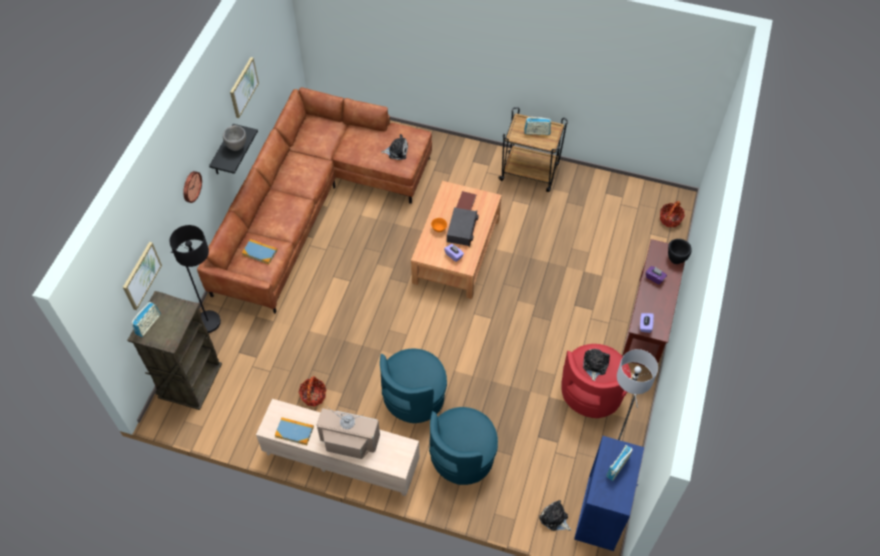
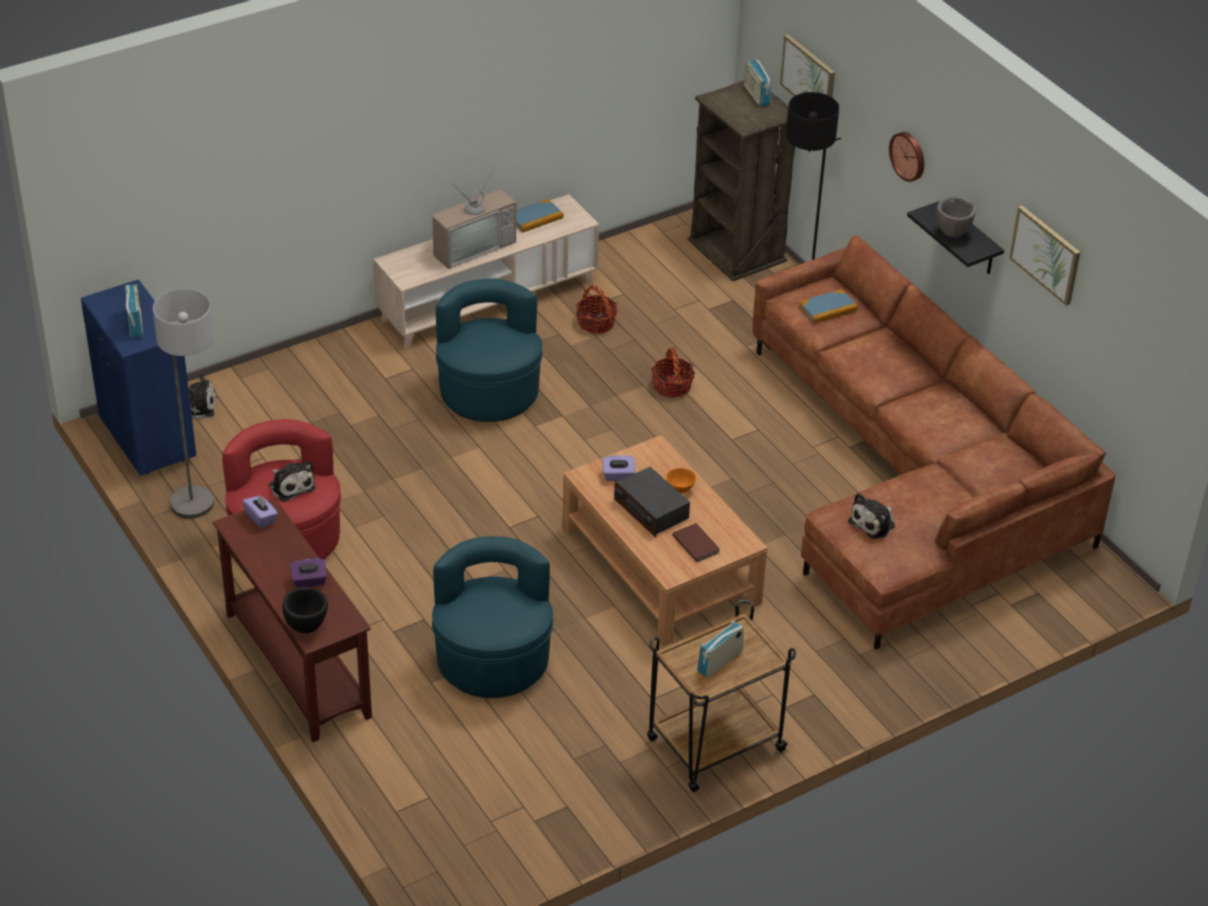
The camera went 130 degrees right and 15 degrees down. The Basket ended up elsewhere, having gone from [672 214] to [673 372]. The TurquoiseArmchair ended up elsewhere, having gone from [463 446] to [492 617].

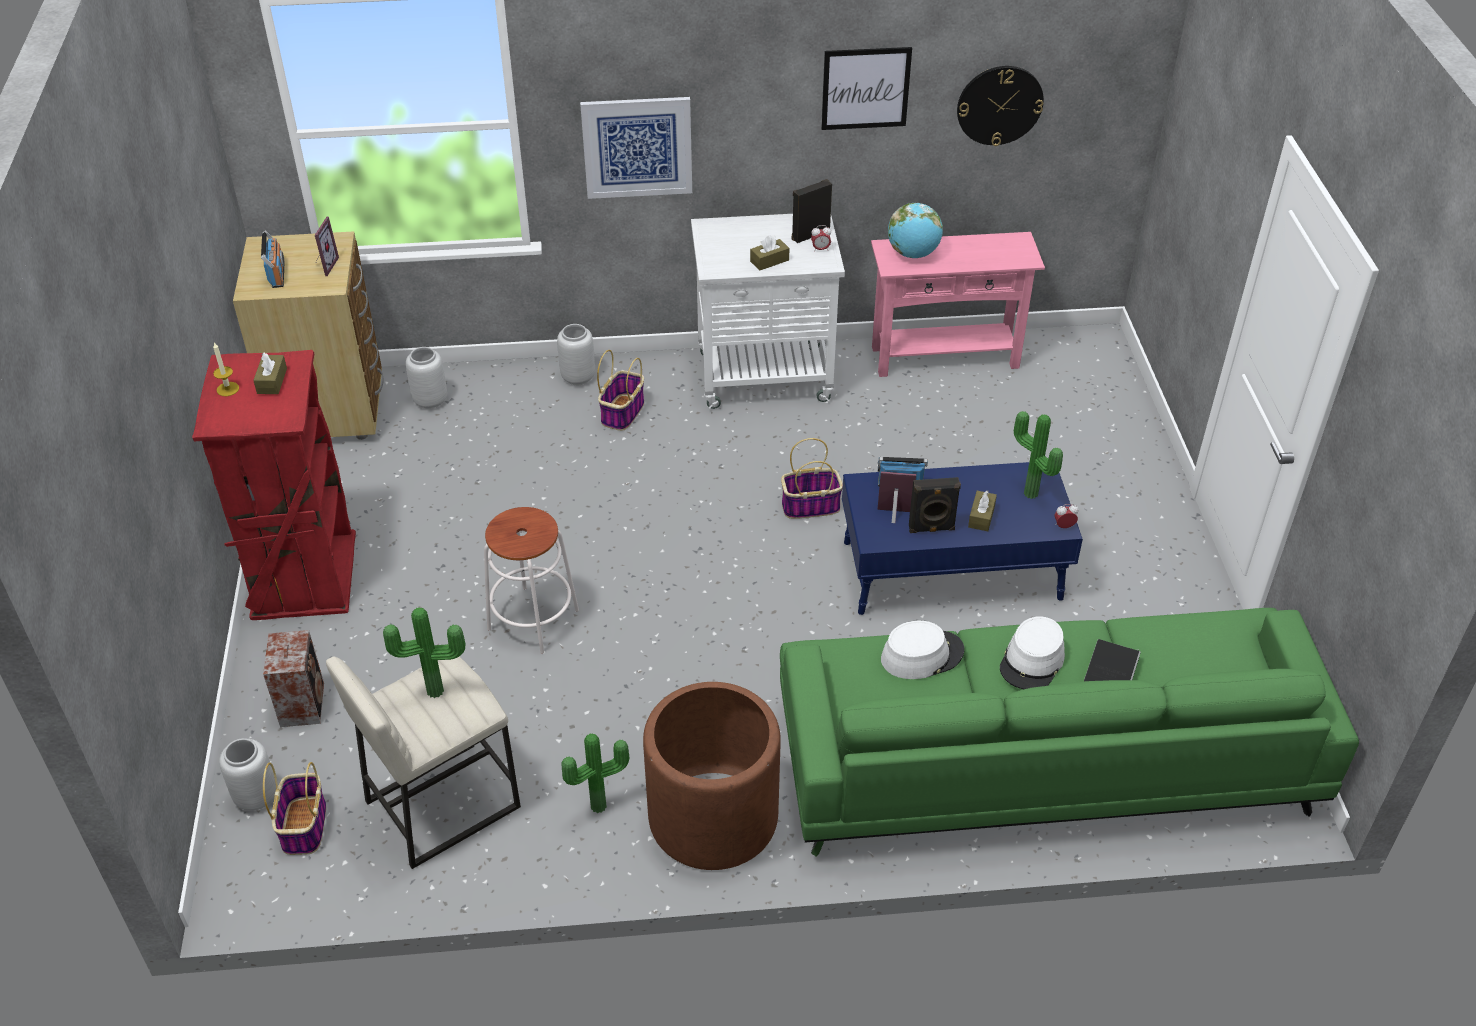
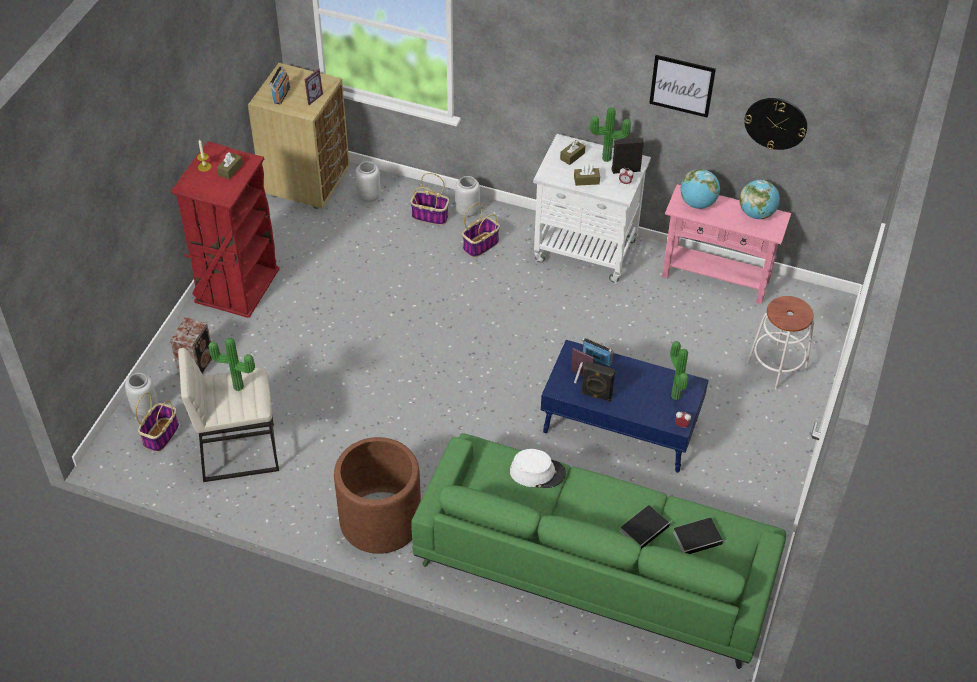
The camera went 25 degrees right and 5 degrees up. The second view lost the WallPicture at [636 148]. The Basket ended up elsewhere, having gone from [812 478] to [429 199]. The BrownBoxOfTissues ended up elsewhere, having gone from [982 511] to [572 152]. The WhiteStoolSeat ended up elsewhere, having gone from [531 580] to [780 343]. The second view lost the WhiteClothingHat at [1032 652]. The Houseplant ended up elsewhere, having gone from [595 773] to [610 134]. The second view gained the DeskGlobe at [760 199]. The second view gained the Book at [700 535].

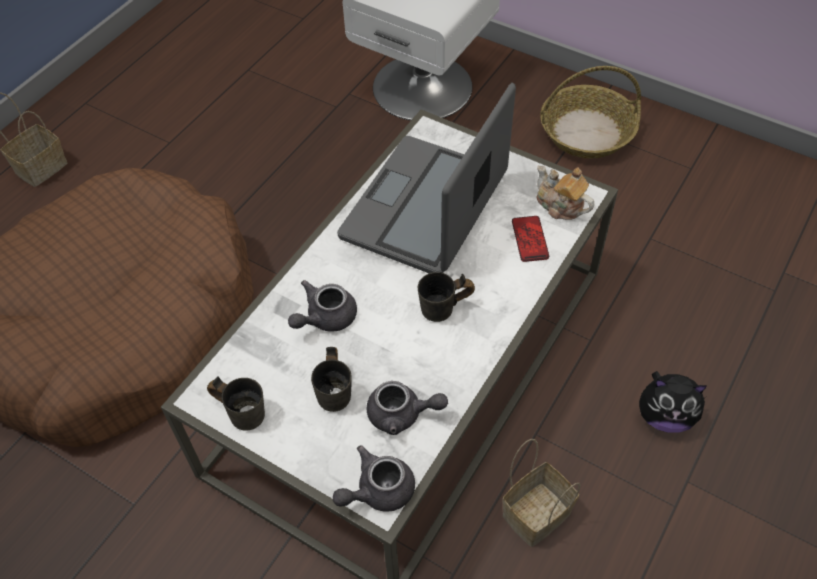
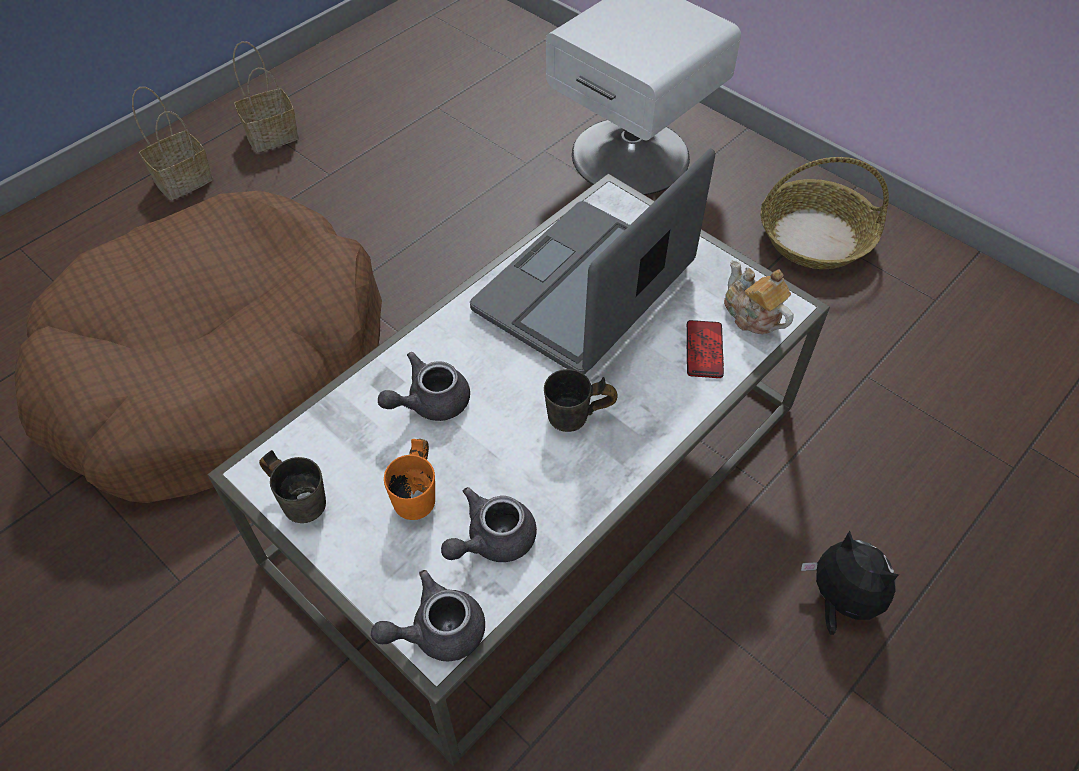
The camera went 10 degrees right and 0 degrees up. What was the GreyMug at [331 379] turned into the OrangeyMug at [409 479]. The PlushToy at [673 402] ended up facing another way, 150 degrees counterclockwise from before. The GreyTeapot at [407 408] ended up facing another way, 120 degrees clockwise from before. The Basket ended up elsewhere, having gone from [541 493] to [266 97].

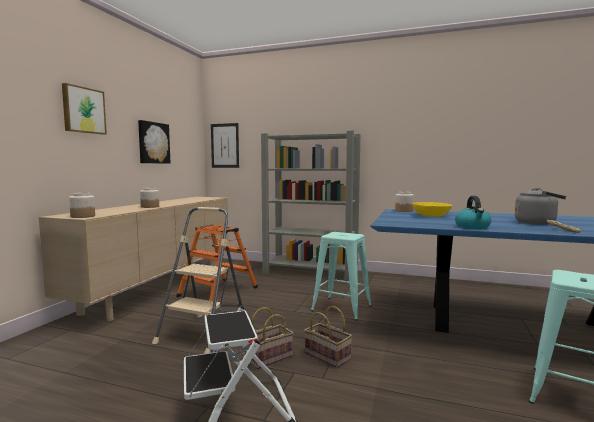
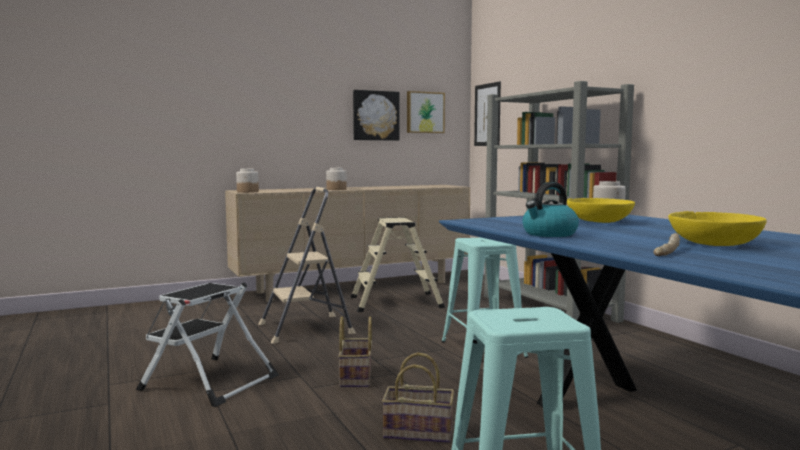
The camera went 45 degrees right and 0 degrees up. The WallPicture ended up elsewhere, having gone from [84 109] to [426 112]. Where the GreyKettle stood at [540 206], the YellowColouredBowl came to stand at [717 228]. What was the OrangeyStepLadder at [217 263] turned into the BeigeColouredStepLadder at [397 264]. The Basket ended up elsewhere, having gone from [269 338] to [418 397].

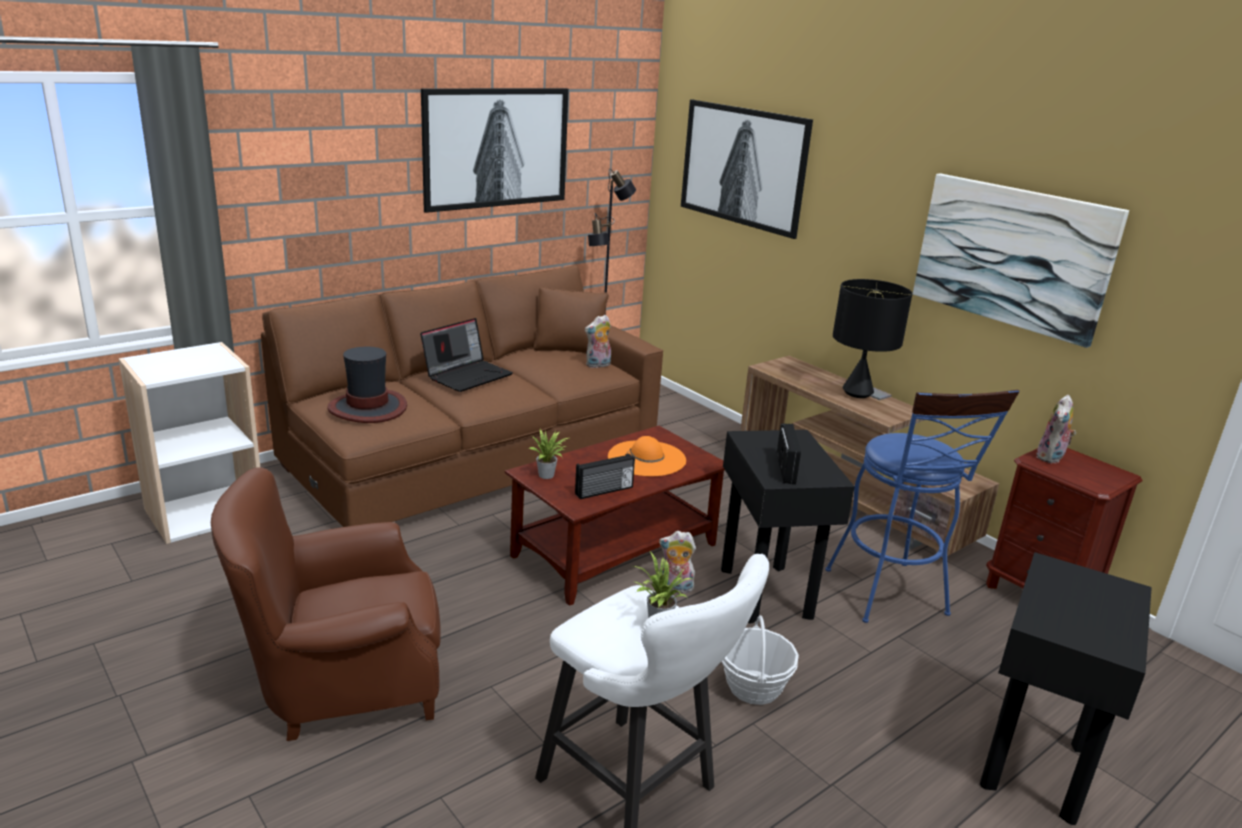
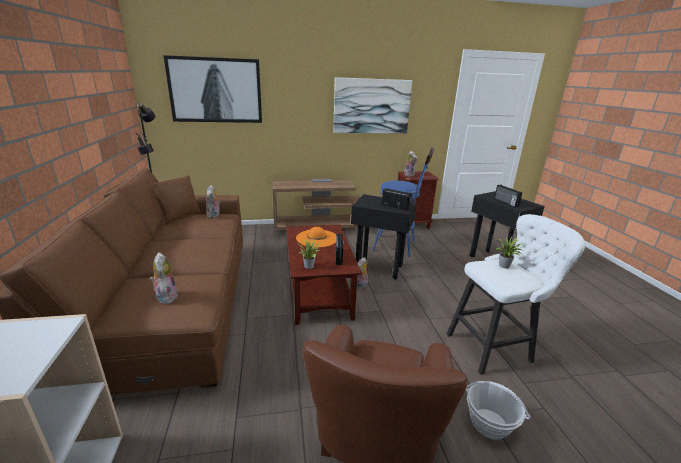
The camera went 60 degrees left and 0 degrees up. The second view lost the WallPicture at [495 150]. The second view lost the BlackColouredTabletopLamp at [872 338]. The second view lost the PortableComputer at [466 355]. Where the ClothingHat stood at [367 384], the PlushToy came to stand at [164 278]. The Basket ended up elsewhere, having gone from [760 660] to [498 410]. The second view gained the RadioReceiver at [508 196].

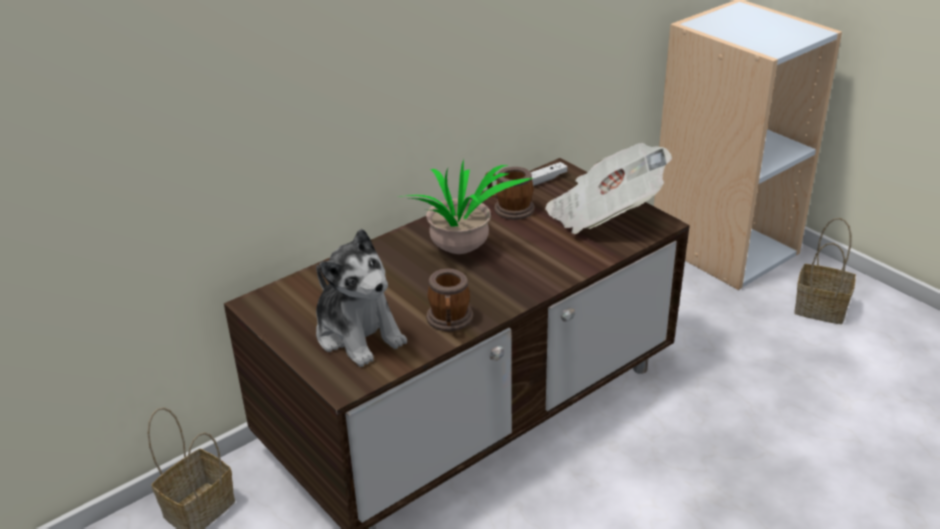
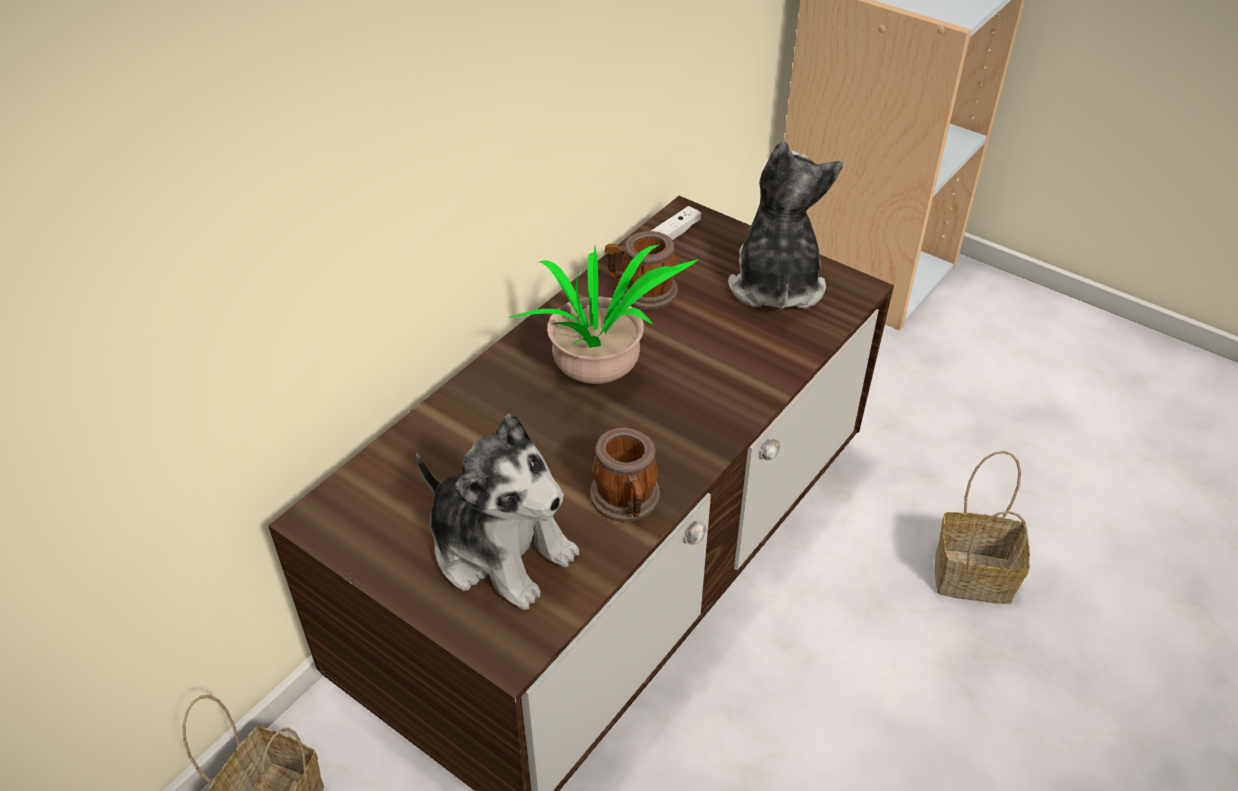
The camera went 15 degrees left and 10 degrees up. Where the PrintedPaper stood at [608 188], the PlushToy came to stand at [785 225]. The Basket ended up elsewhere, having gone from [825 271] to [982 527].

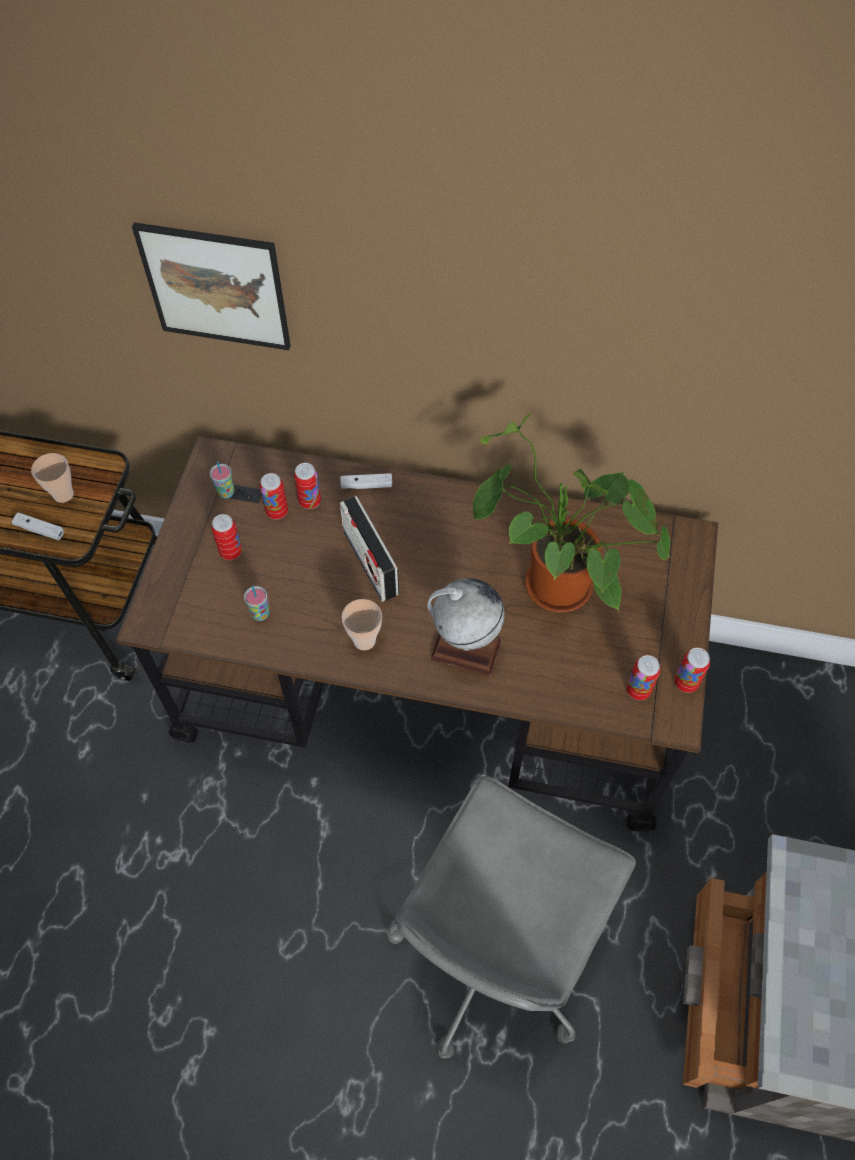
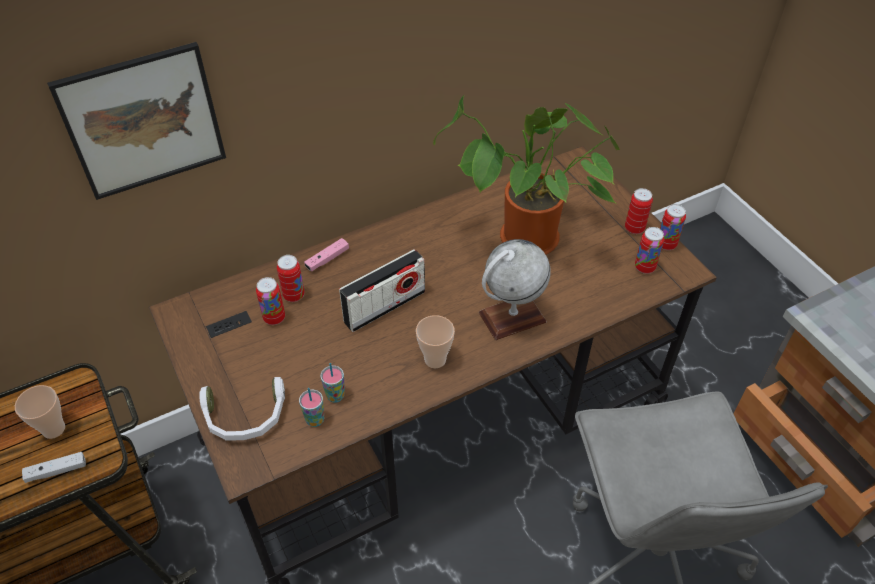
The camera went 40 degrees left and 10 degrees down. The SmallCup ended up elsewhere, having gone from [222 480] to [311 407]. What was the WhiteJoypad at [366 481] turned into the PinkColouredJoypad at [326 254]. The RadioReceiver at [369 549] ended up facing another way, 60 degrees counterclockwise from before. The MetalCan ended up elsewhere, having gone from [226 537] to [639 211]. The second view gained the WhiteHeadset at [242 409].

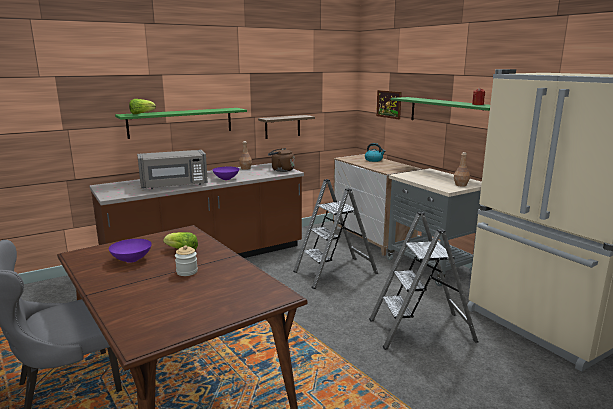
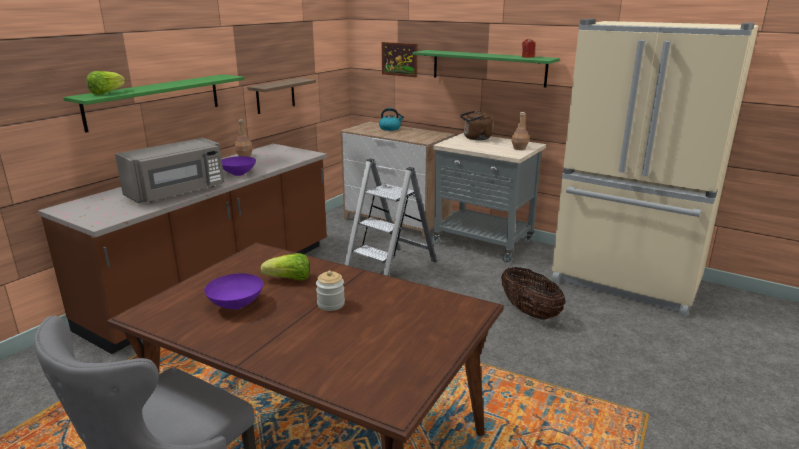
The camera went 25 degrees left and 5 degrees up. The BrownKettle ended up elsewhere, having gone from [281 160] to [476 125]. Where the GreyStepLadder stood at [424 281], the Basket came to stand at [533 293].

